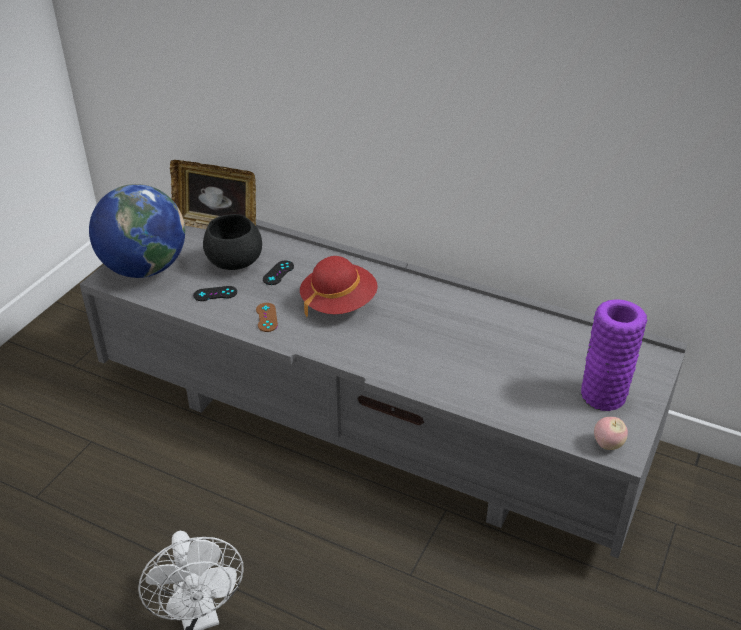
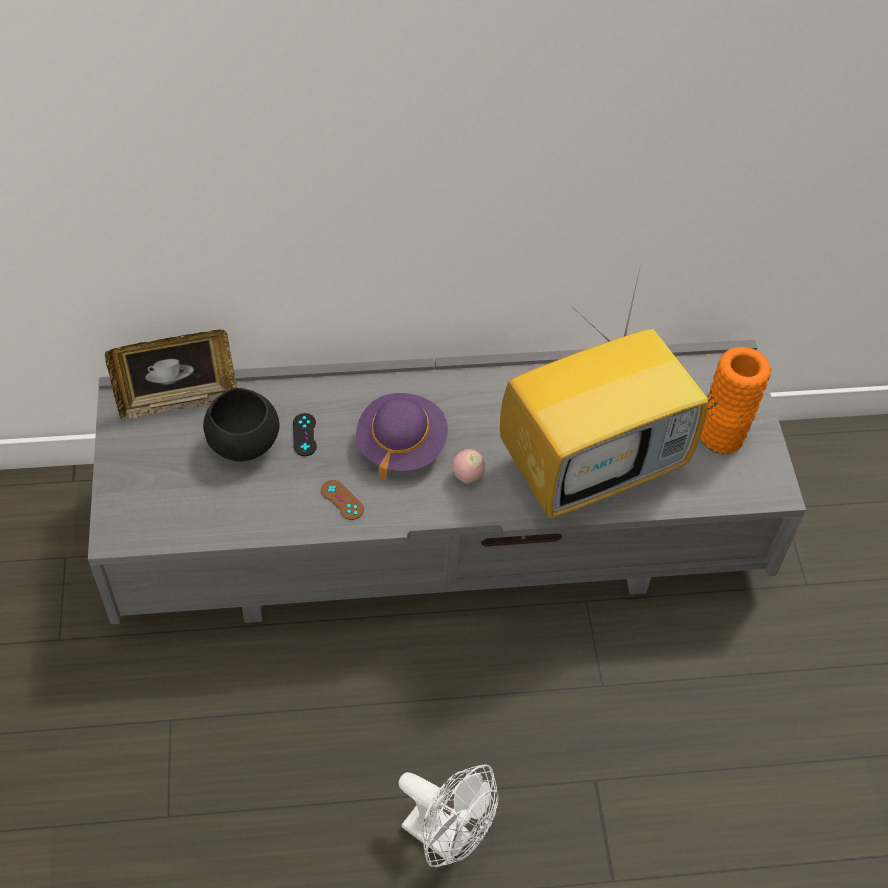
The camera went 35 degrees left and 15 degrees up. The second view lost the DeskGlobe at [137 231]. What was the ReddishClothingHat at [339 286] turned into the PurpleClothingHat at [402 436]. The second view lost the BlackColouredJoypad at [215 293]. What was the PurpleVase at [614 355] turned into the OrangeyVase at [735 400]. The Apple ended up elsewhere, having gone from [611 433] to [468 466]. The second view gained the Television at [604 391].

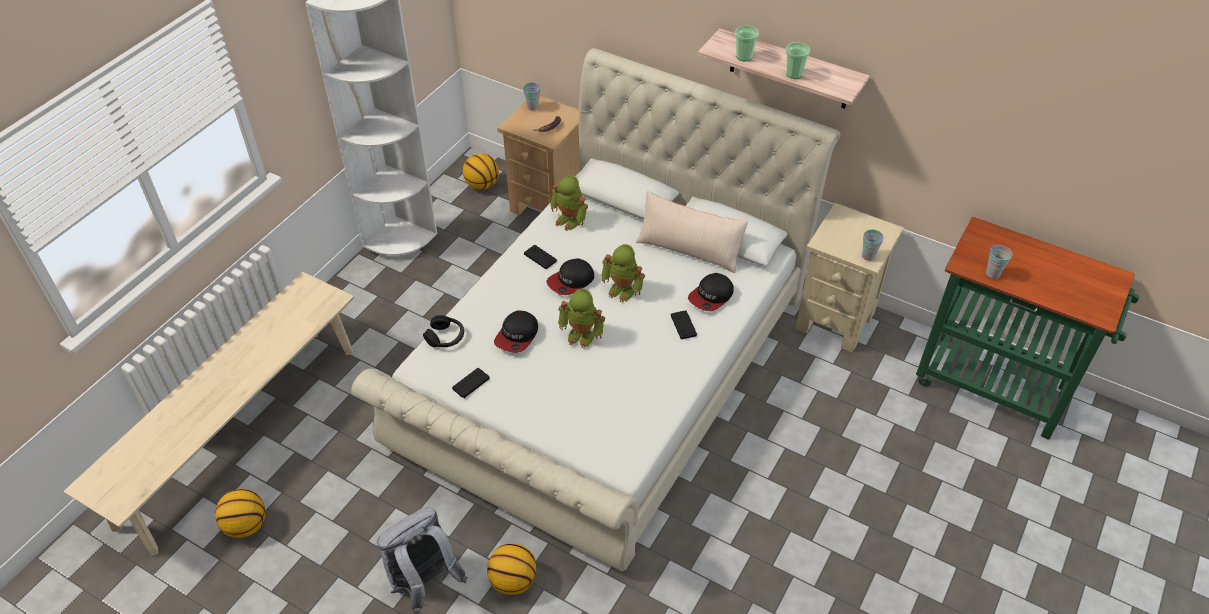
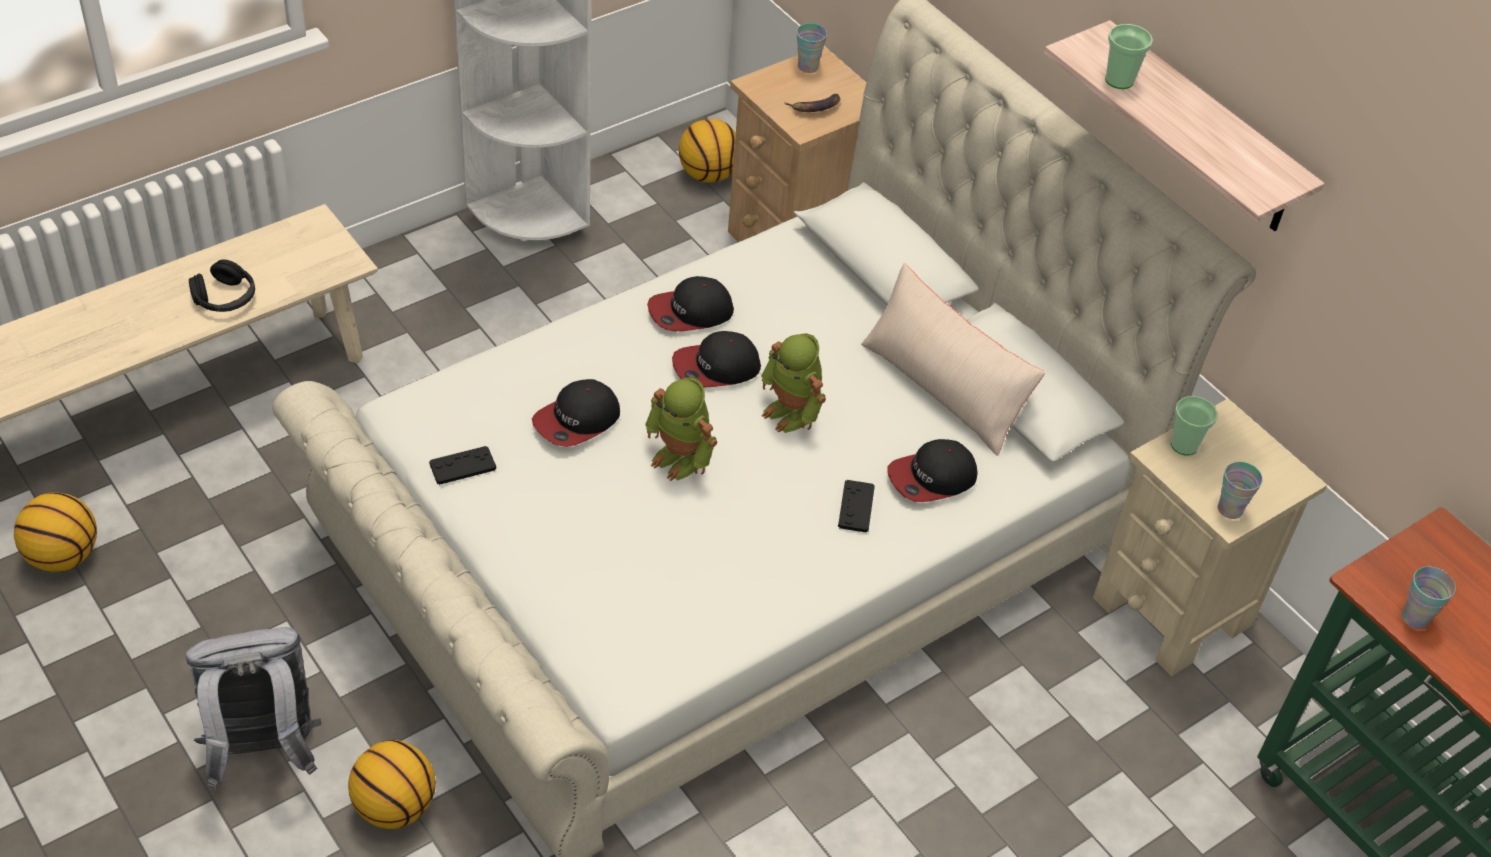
The camera went 20 degrees right and 0 degrees up. The SmallCup ended up elsewhere, having gone from [797 60] to [1194 426]. The second view lost the ModelRobot at [569 203]. Where the BlackColouredJoypad stood at [540 257], the BaseballCap came to stand at [690 303]. The BlackColouredHeadset ended up elsewhere, having gone from [443 331] to [222 285].

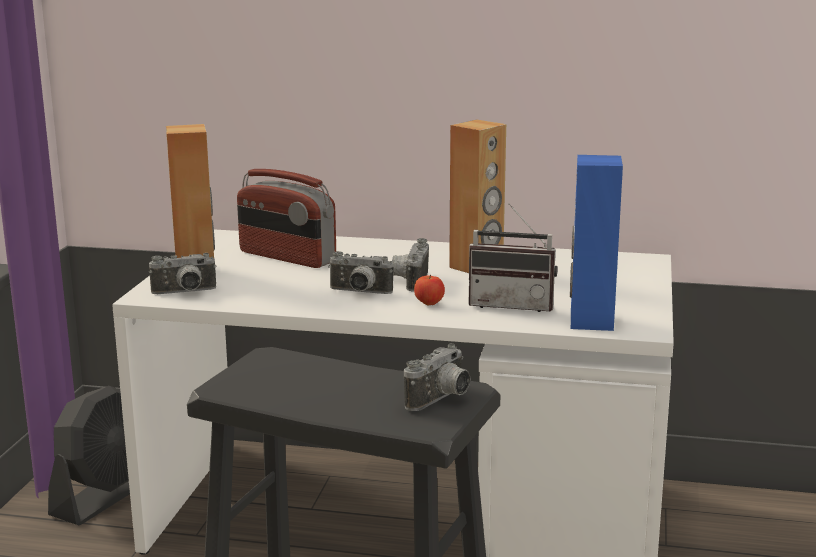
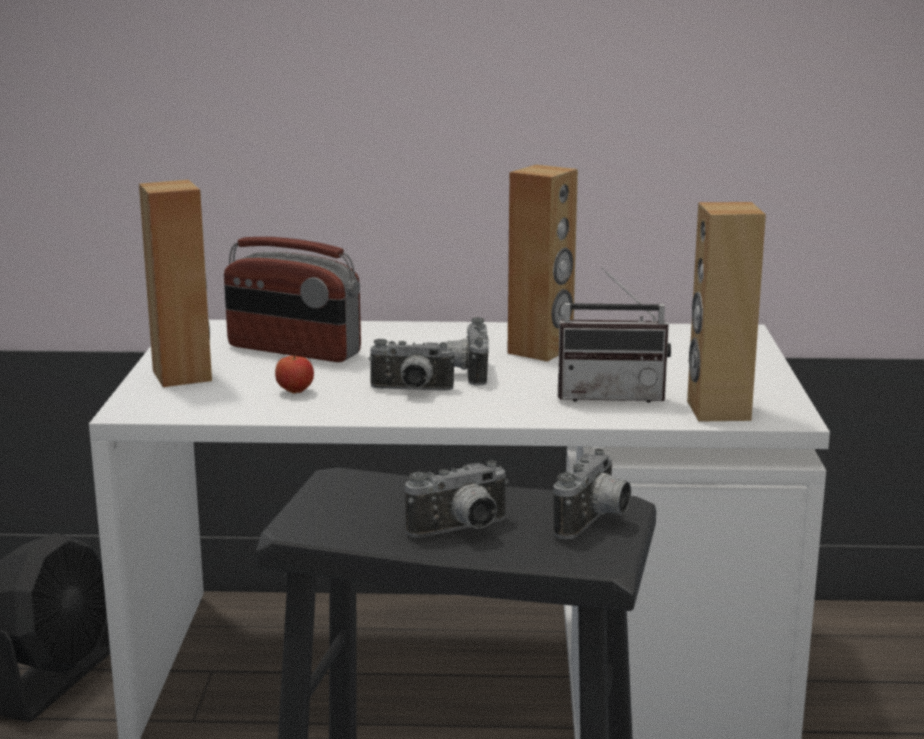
The camera went 10 degrees left and 0 degrees up. What was the BluishAudioSpeaker at [596 243] turned into the BrownAudioSpeaker at [726 312]. The PhotoCamera ended up elsewhere, having gone from [183 273] to [457 499]. The Apple ended up elsewhere, having gone from [429 290] to [294 374].

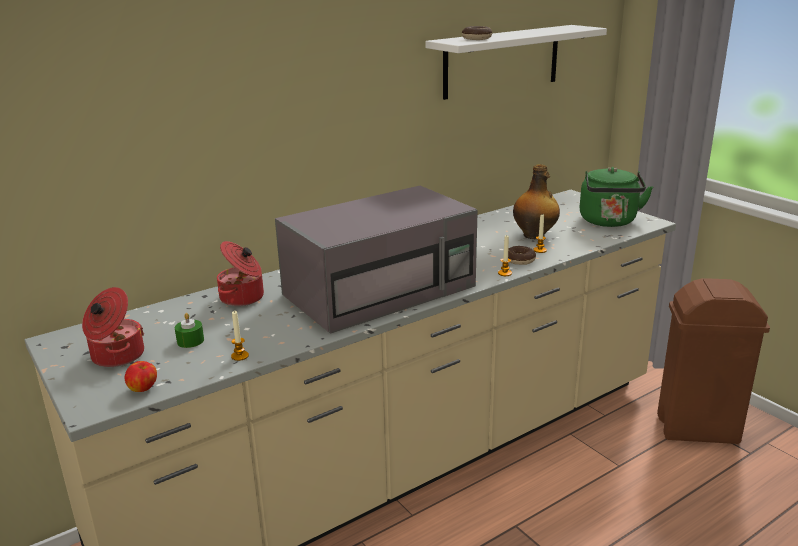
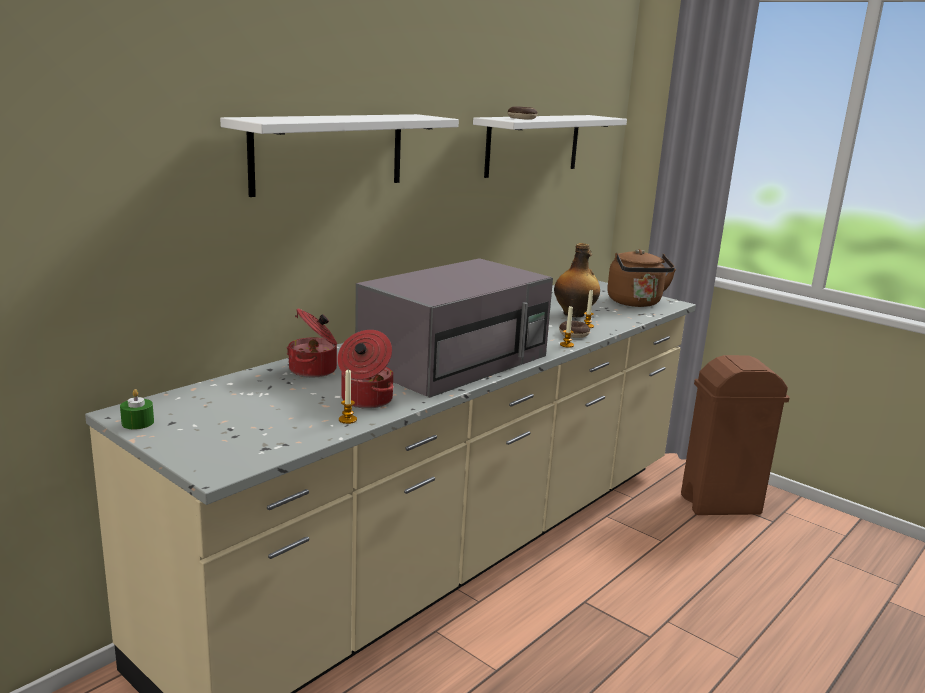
The camera went 15 degrees left and 5 degrees down. What was the GreenColouredKettle at [616 197] turned into the BrownKettle at [641 278]. The CookingPot ended up elsewhere, having gone from [113 327] to [365 369]. The GreenColouredWaxCandle ended up elsewhere, having gone from [189 330] to [137 409]. The second view lost the Apple at [141 376]. The second view gained the WhiteWallShelf at [339 155].

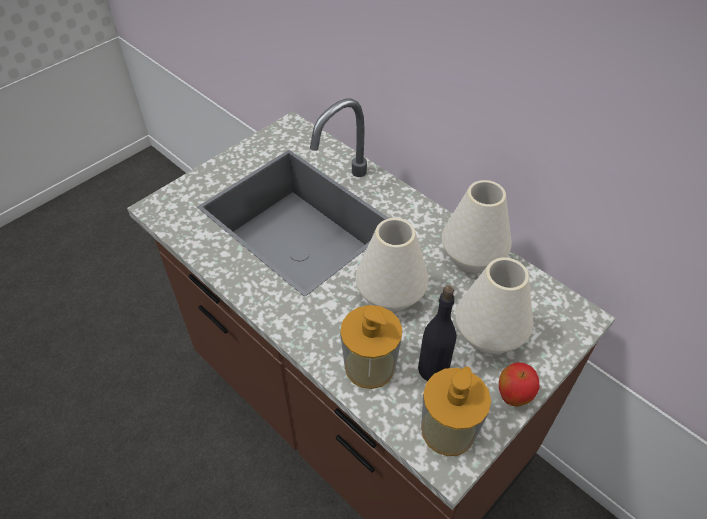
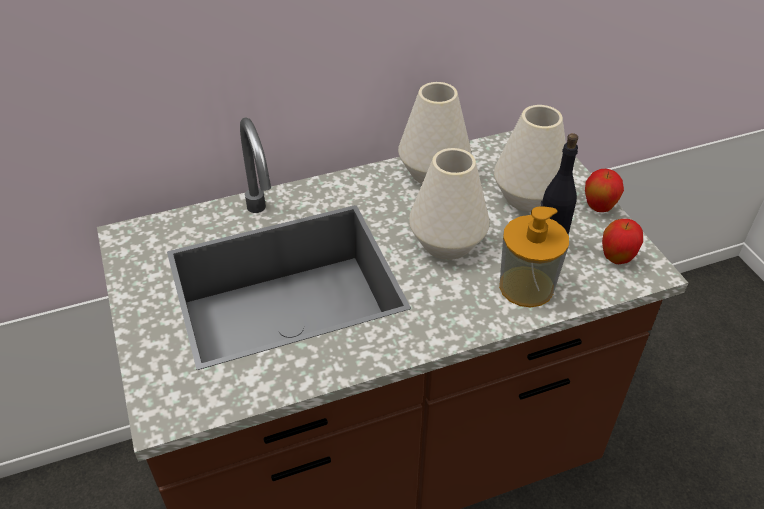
The camera went 65 degrees left and 5 degrees down. Where the LiquidSoapBottle stood at [456 411], the Apple came to stand at [622 241].

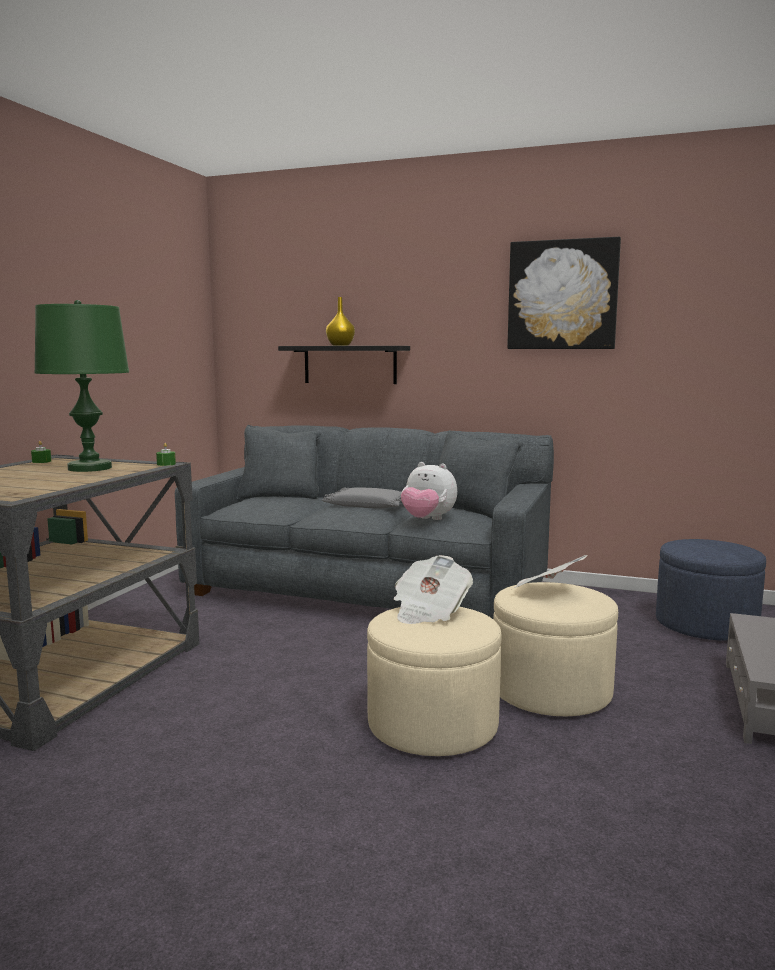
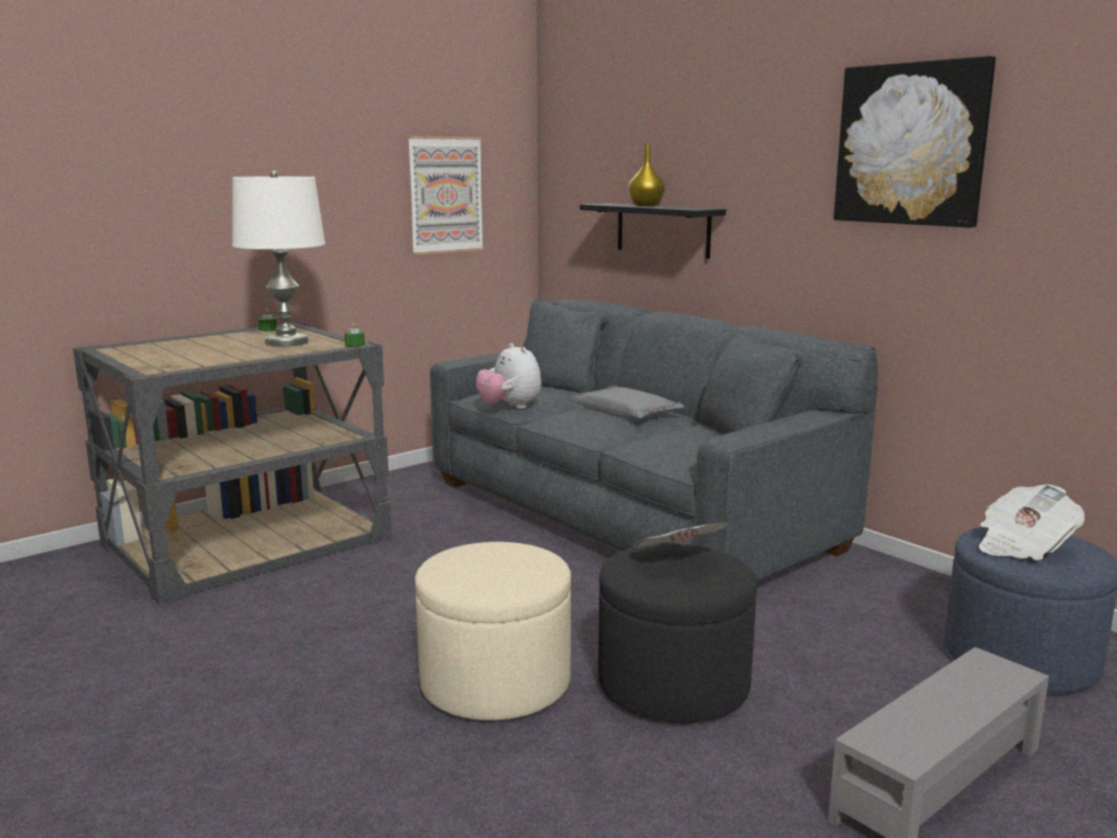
The camera went 30 degrees right and 5 degrees up. What was the GreenColouredTabletopLamp at [81 386] turned into the WhiteTabletopLamp at [278 258]. The PlushToy ended up elsewhere, having gone from [429 491] to [508 376]. The PrintedPaper ended up elsewhere, having gone from [433 589] to [1032 522]. What was the BeigeColouredFootrest at [555 649] turned into the BlackColouredFootrest at [677 633]. The second view gained the WallPicture at [446 195].

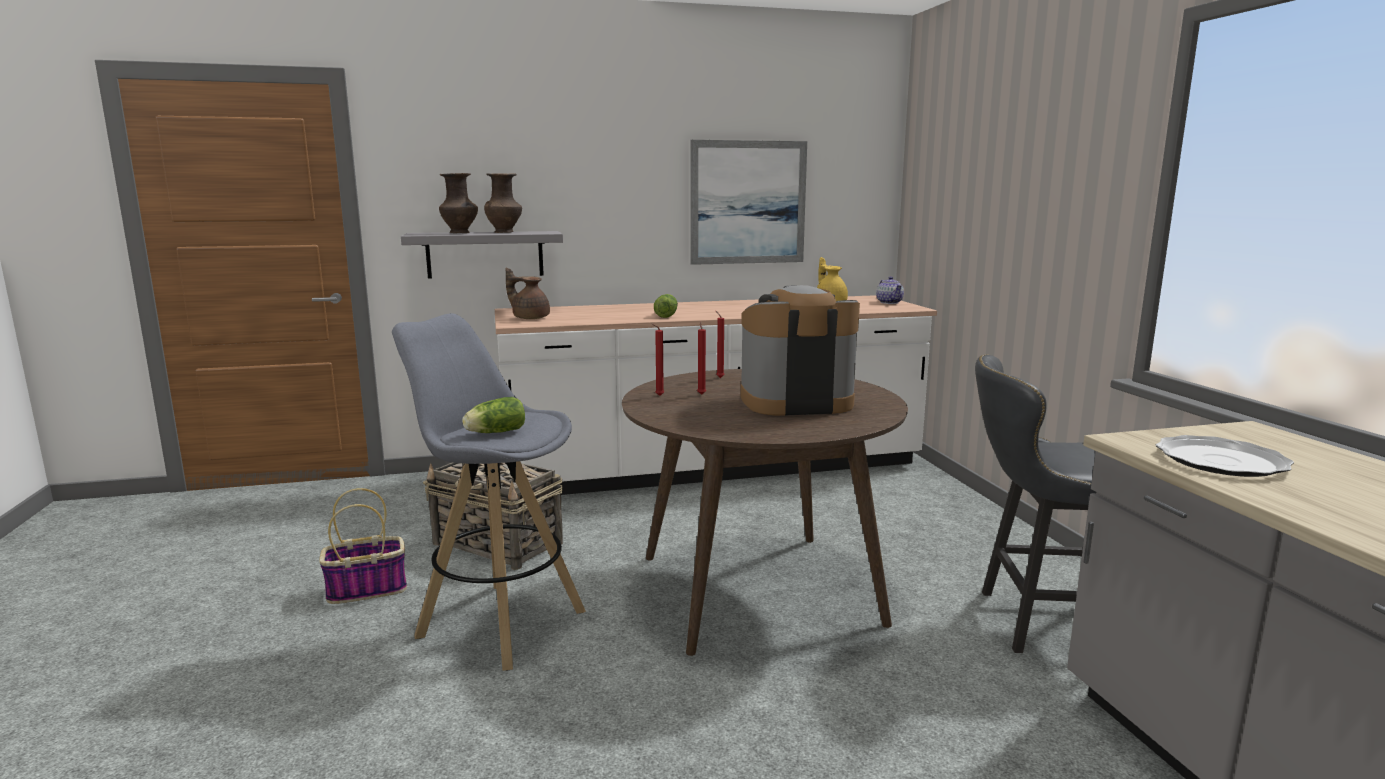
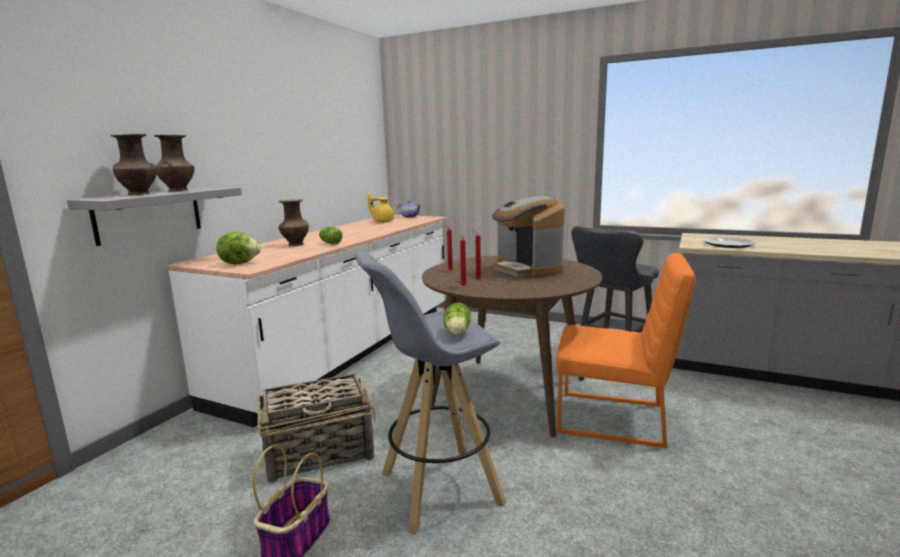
The camera went 50 degrees left and 0 degrees up. The second view lost the WallPicture at [748 202]. Where the BrownTeapot stood at [527 293], the LettuceHead came to stand at [238 248]. The CoffeeBrewer at [800 350] ended up facing another way, 60 degrees counterclockwise from before. The second view gained the BrownVase at [294 222]. The second view gained the OrangeyChair at [625 350].

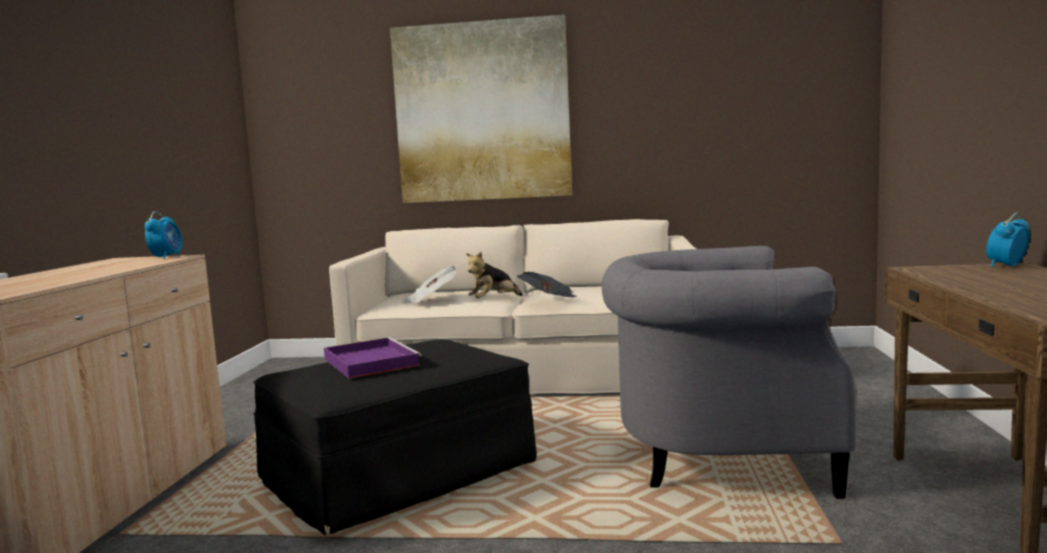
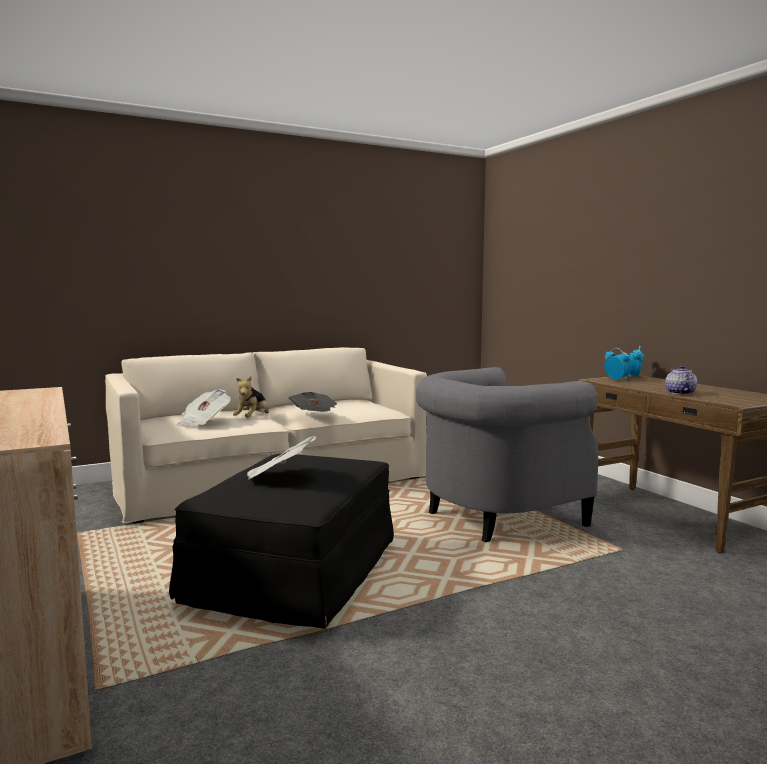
The camera went 35 degrees left and 0 degrees up. The second view lost the WallPicture at [481 109]. The AlarmClock ended up elsewhere, having gone from [163 235] to [618 364]. Where the PurpleServingTray stood at [373 357], the PrintedPaper came to stand at [281 458]. The second view gained the Teapot at [681 380].

